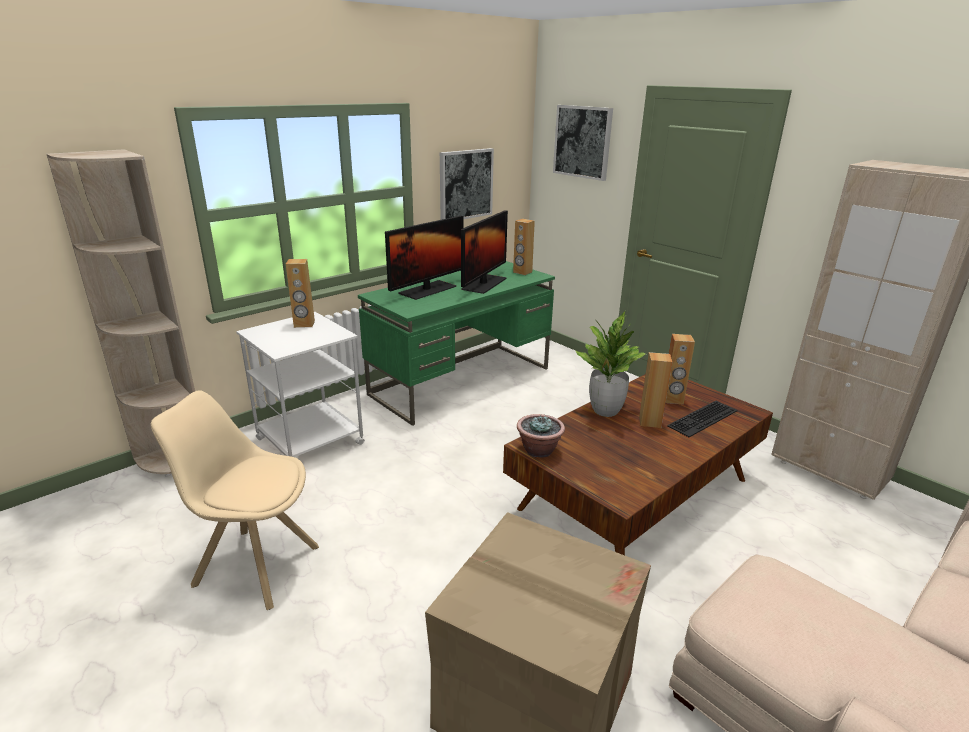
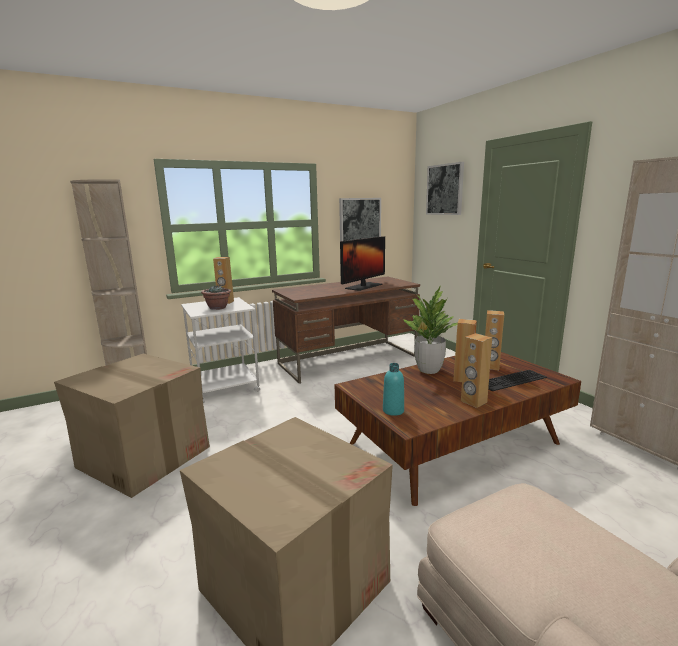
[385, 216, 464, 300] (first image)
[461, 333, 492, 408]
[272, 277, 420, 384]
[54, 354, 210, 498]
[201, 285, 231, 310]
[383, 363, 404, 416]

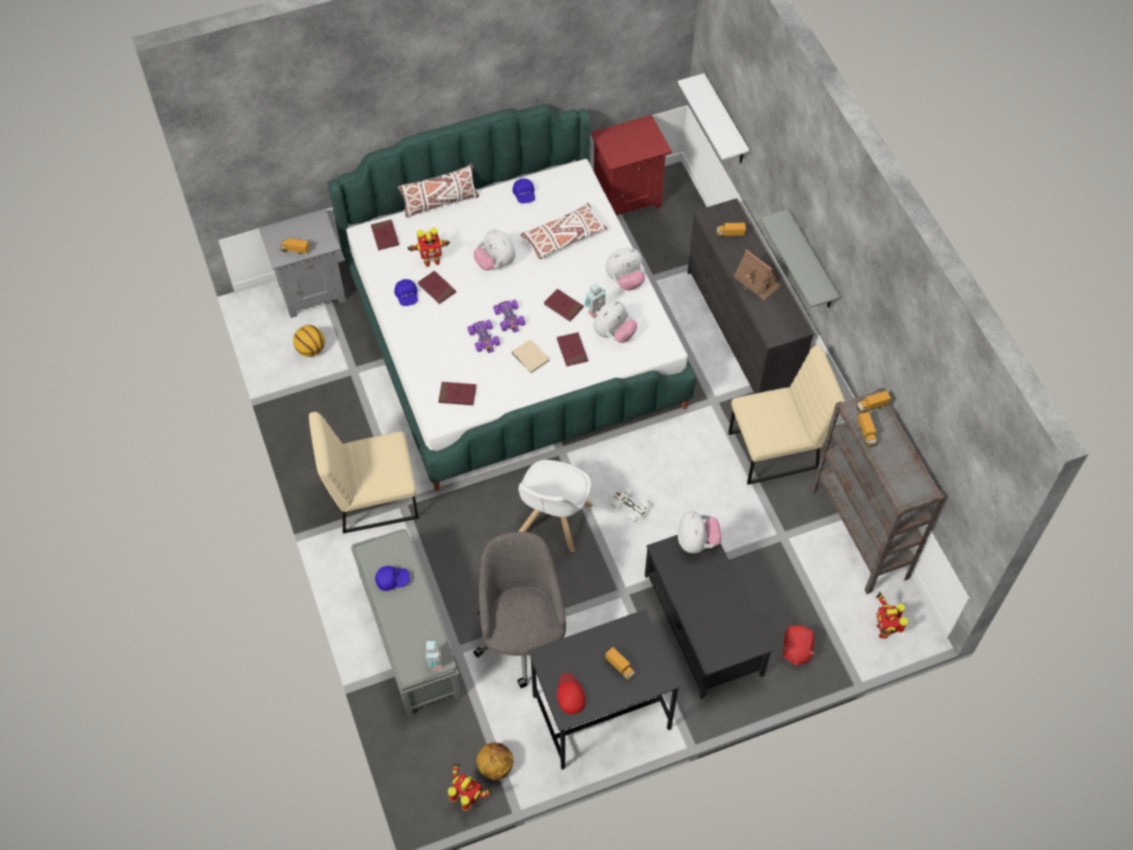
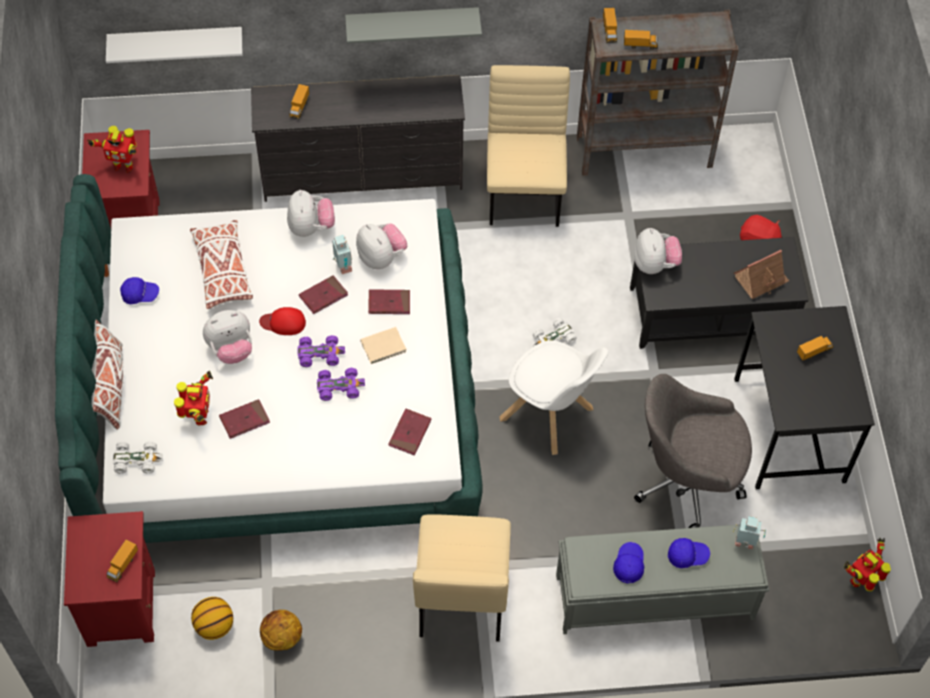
[64, 511, 155, 647]
[113, 441, 163, 474]
[734, 250, 789, 299]
[668, 538, 710, 568]
[634, 228, 682, 274]
[87, 126, 137, 173]
[259, 307, 306, 335]
[260, 610, 302, 651]

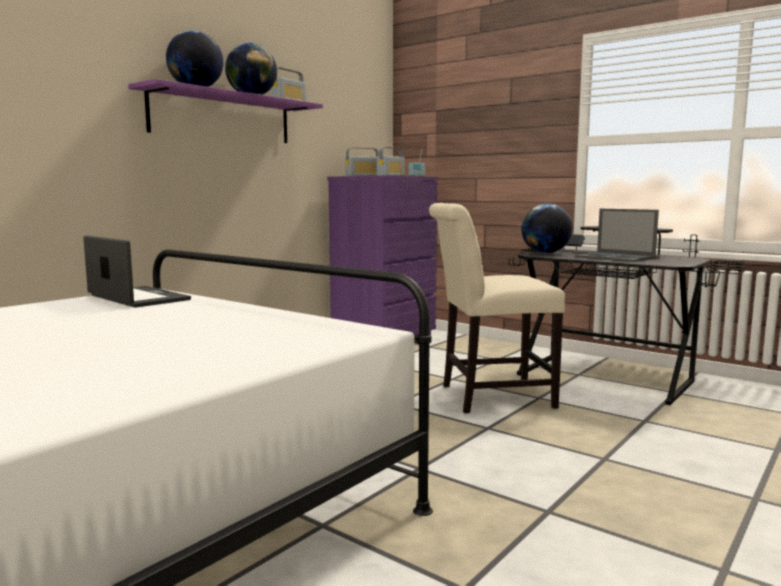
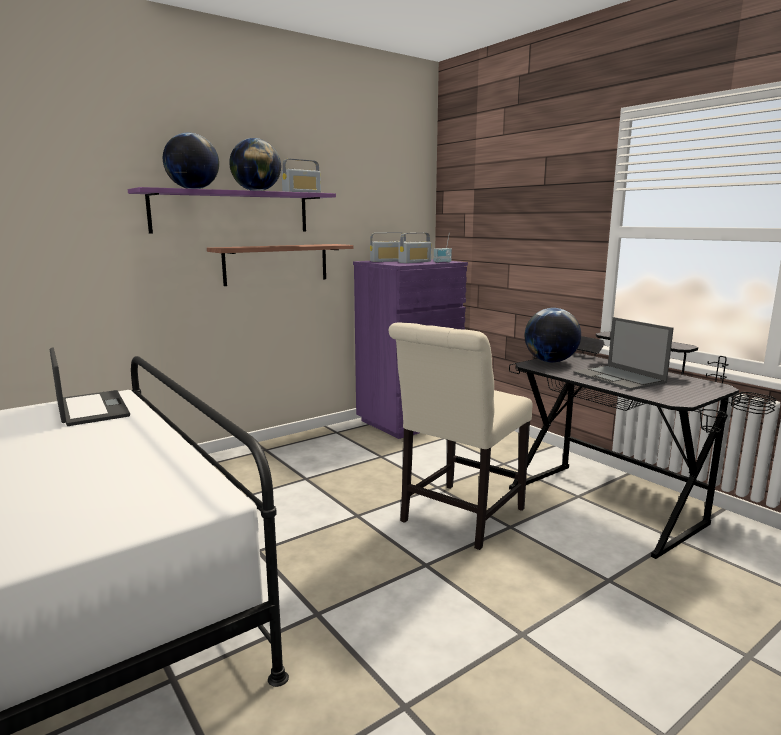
[389, 322, 533, 550]
[207, 244, 353, 286]

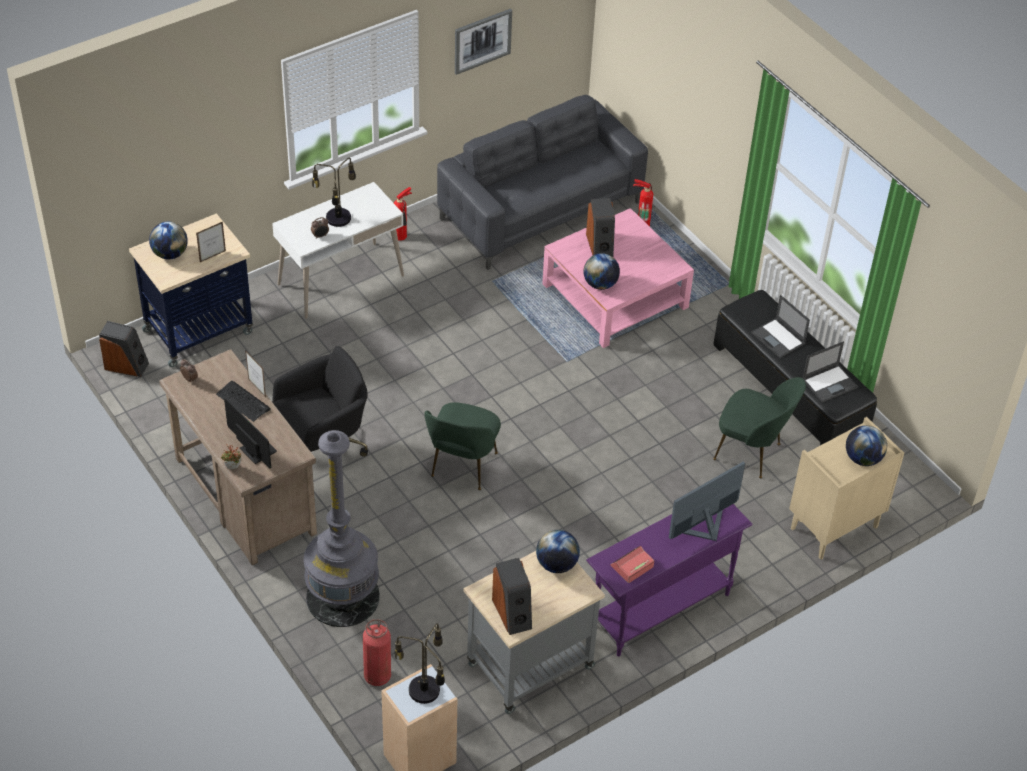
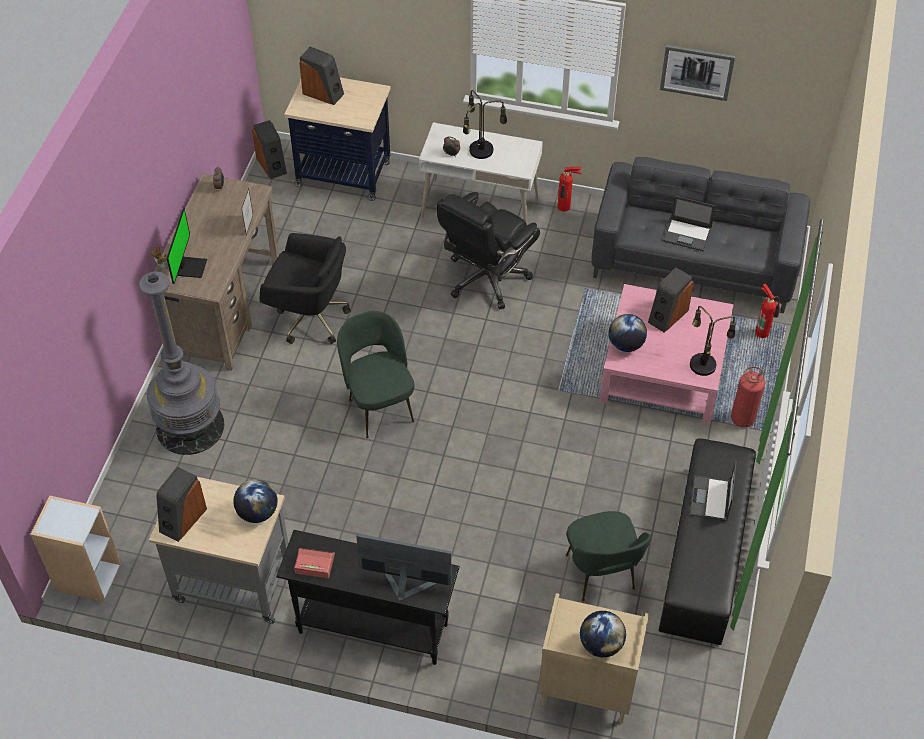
[299, 47, 344, 105]
[196, 222, 226, 262] (first image)
[663, 196, 716, 252]
[216, 380, 271, 422] (first image)
[337, 311, 414, 438]
[276, 530, 460, 665]
[731, 366, 765, 427]
[690, 306, 736, 376]
[437, 192, 540, 310]

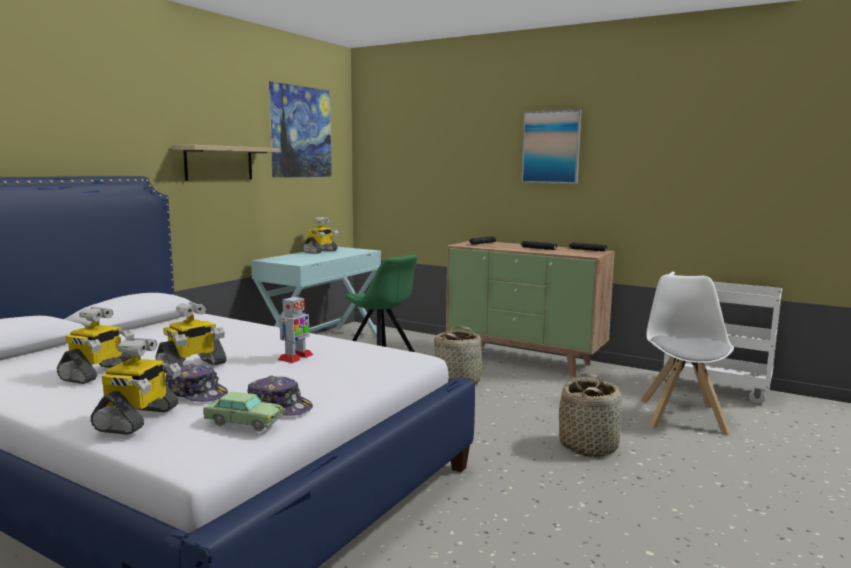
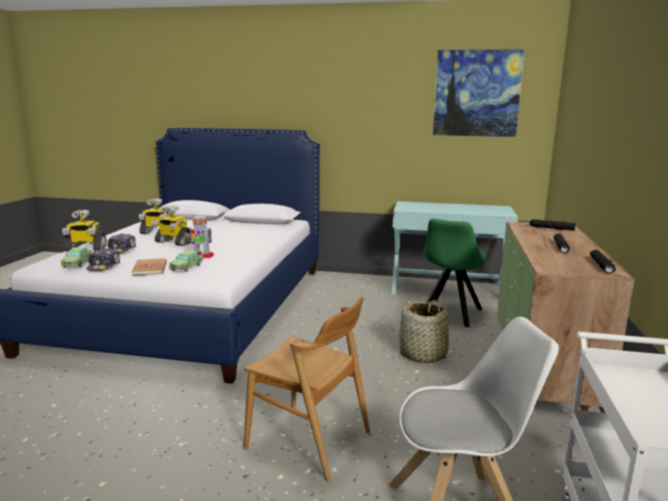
[521, 110, 581, 184] (first image)
[172, 145, 280, 181] (first image)
[303, 217, 339, 254] (first image)
[244, 297, 370, 482]
[169, 251, 203, 272]
[132, 258, 167, 276]

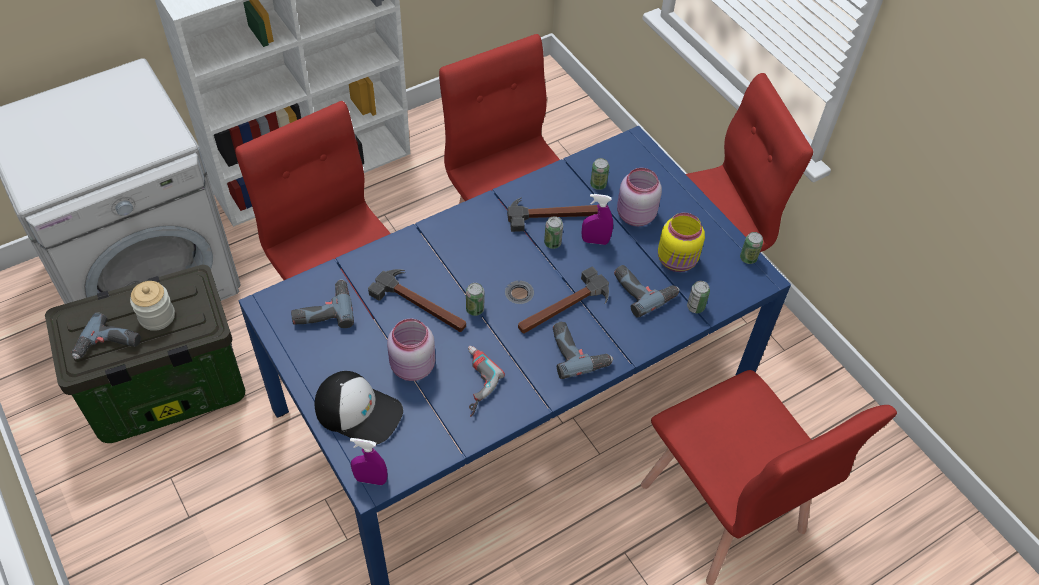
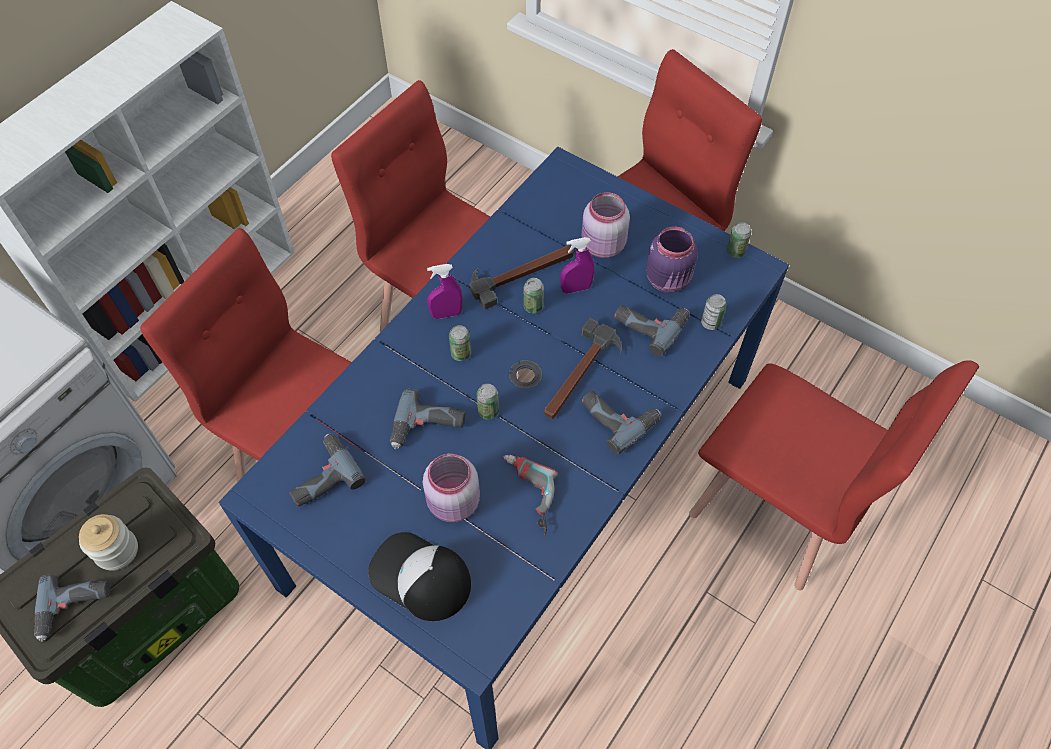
[449, 325, 471, 361]
[646, 227, 698, 293]
[390, 389, 466, 449]
[368, 532, 471, 621]
[427, 264, 463, 319]

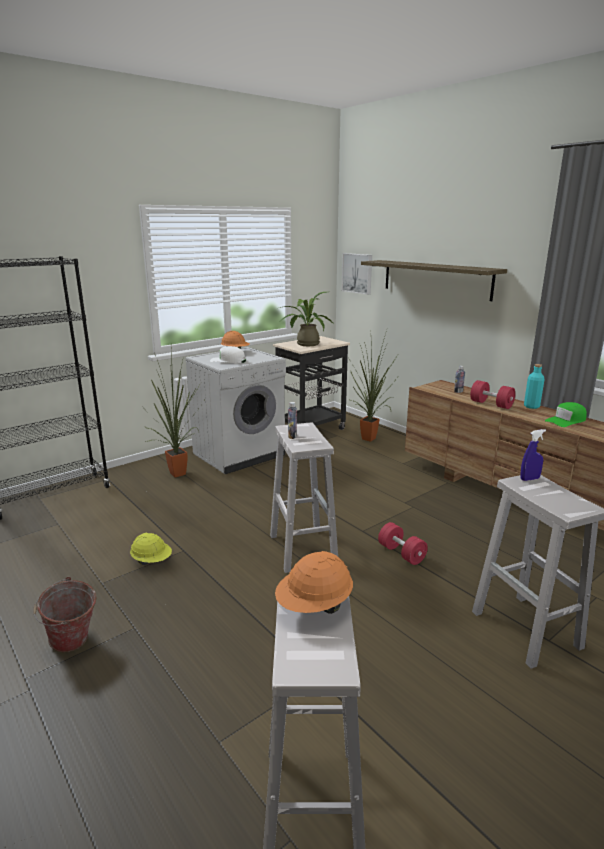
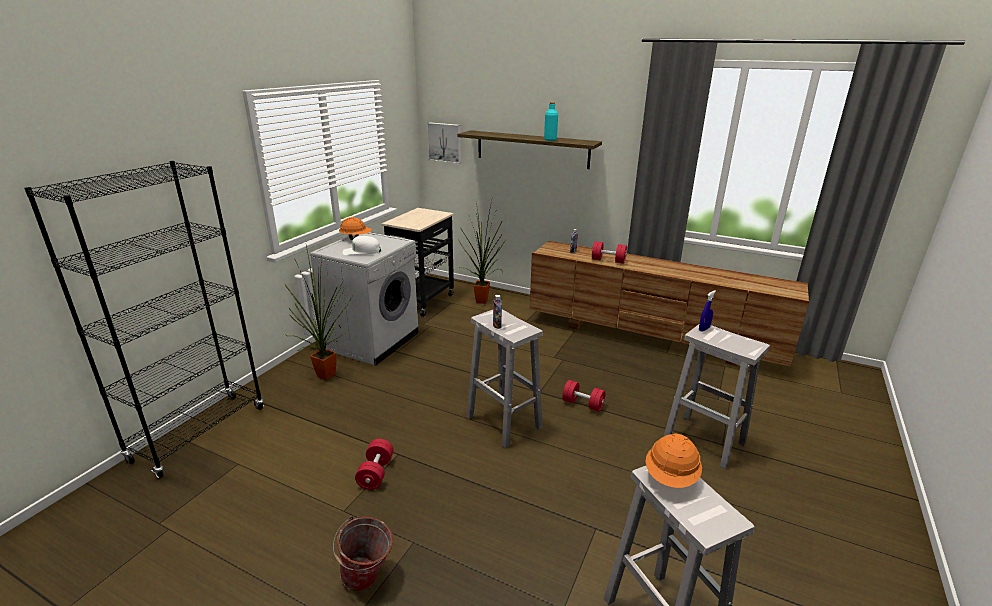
[279, 292, 333, 346] (first image)
[544, 102, 558, 141]
[545, 402, 587, 427] (first image)
[355, 439, 394, 490]

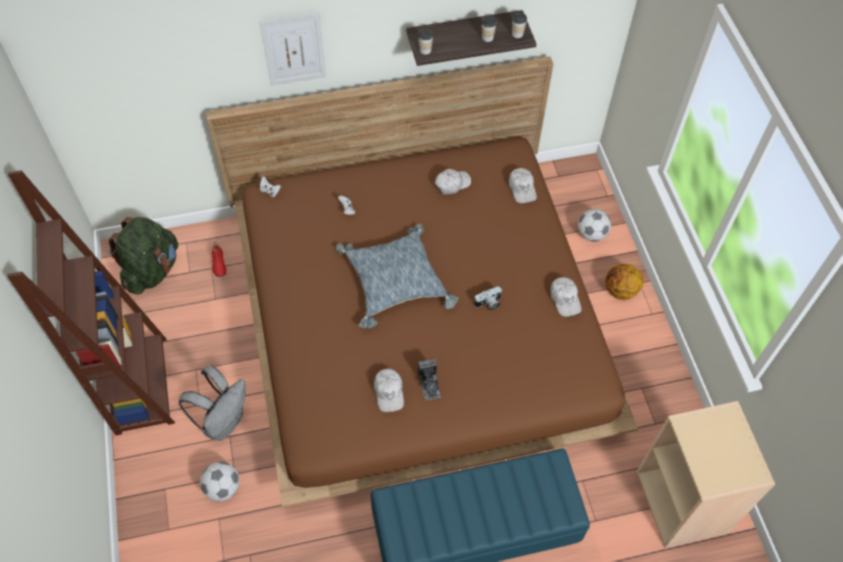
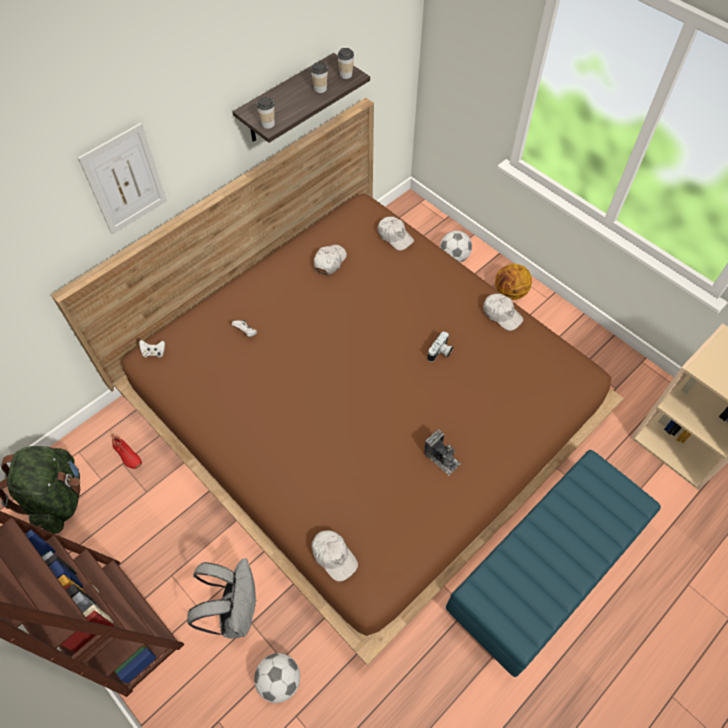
[336, 224, 458, 328] (first image)
[311, 530, 358, 582]

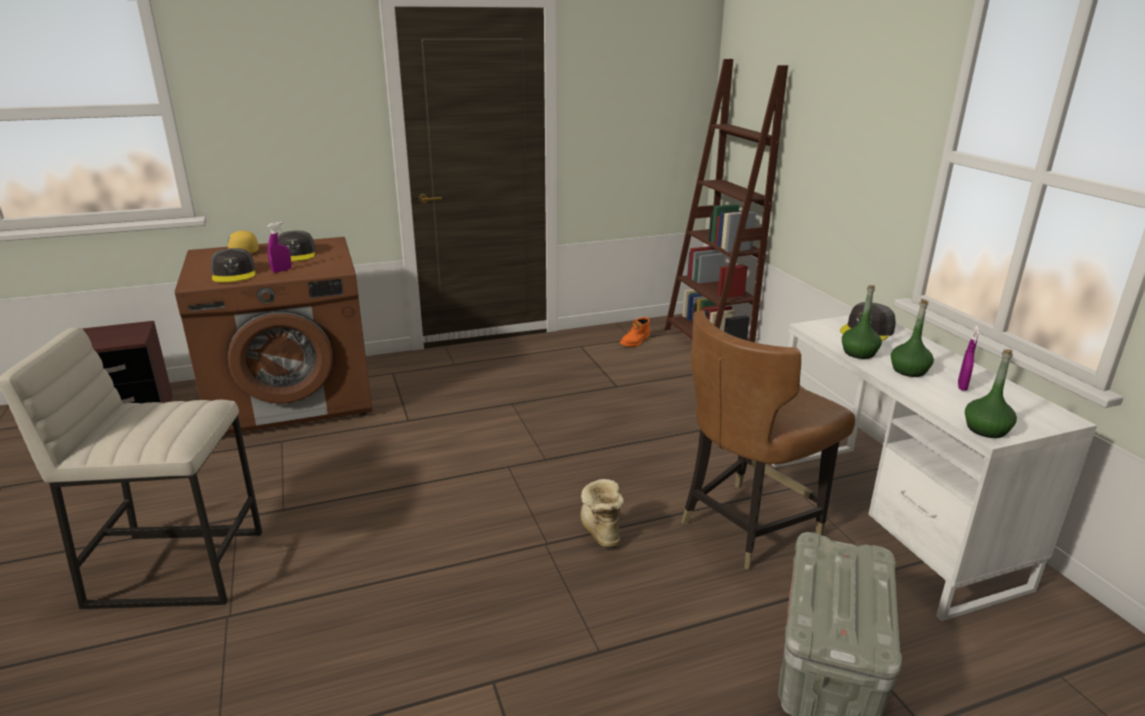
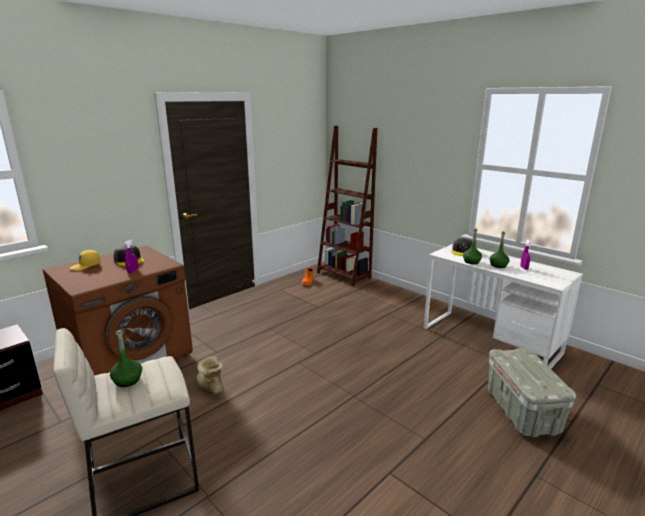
[211, 248, 256, 282] (first image)
[681, 310, 855, 570] (first image)
[110, 330, 142, 387]
[197, 356, 224, 394]

